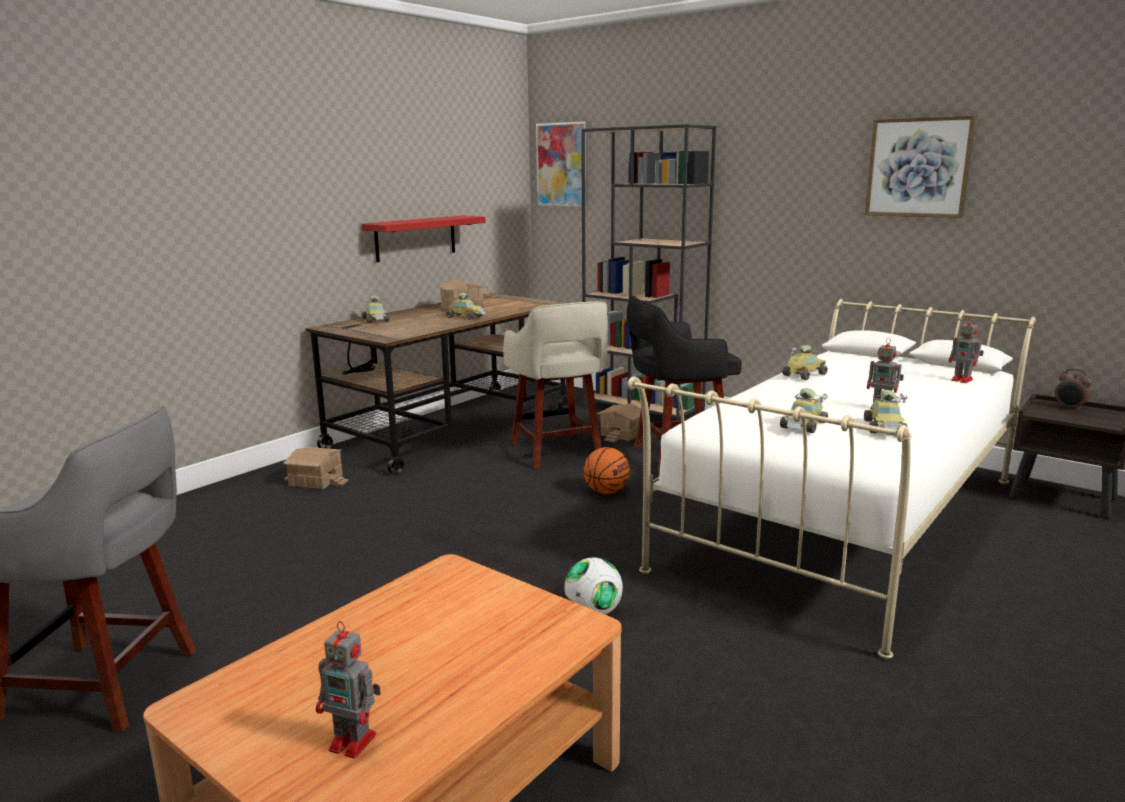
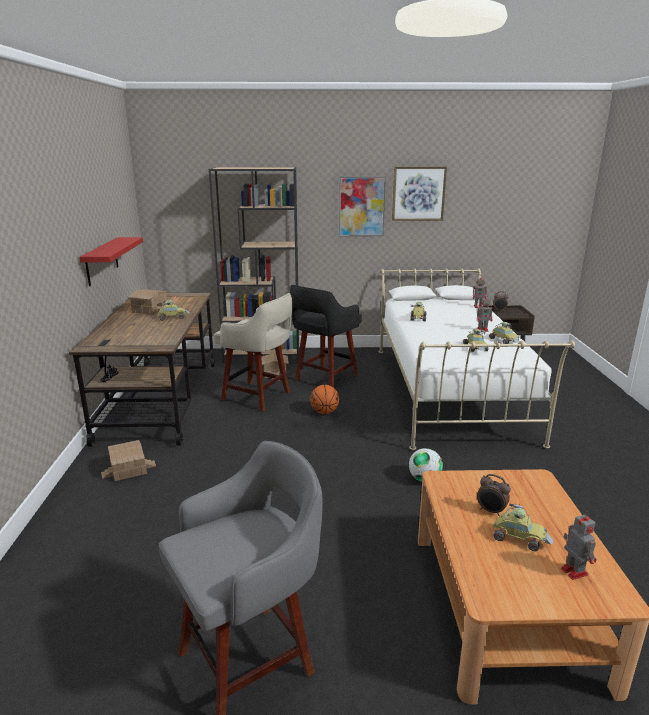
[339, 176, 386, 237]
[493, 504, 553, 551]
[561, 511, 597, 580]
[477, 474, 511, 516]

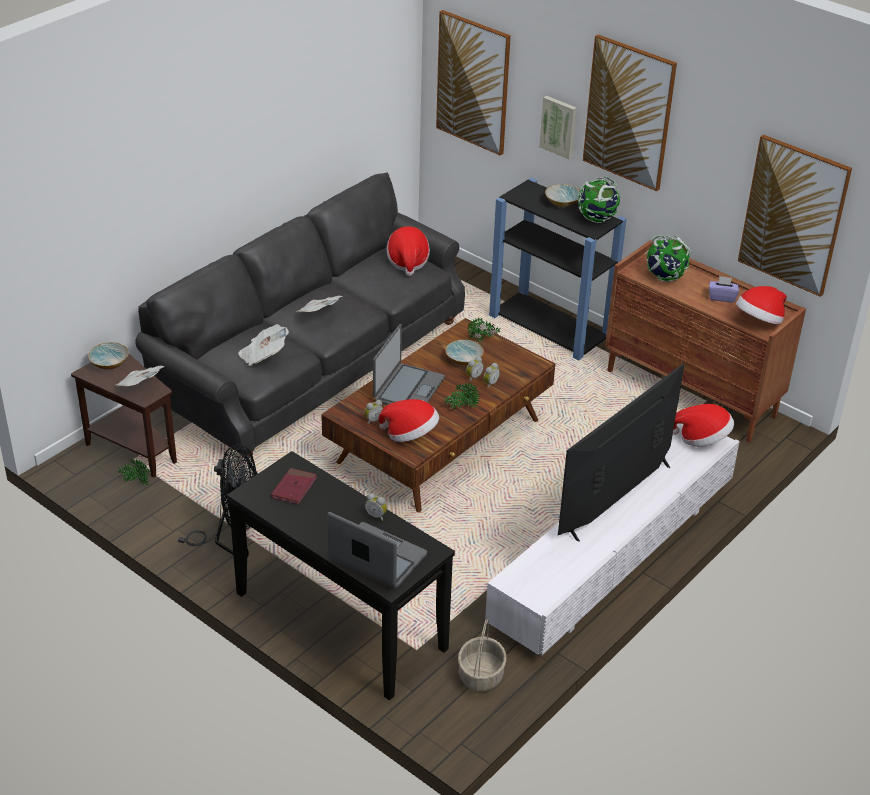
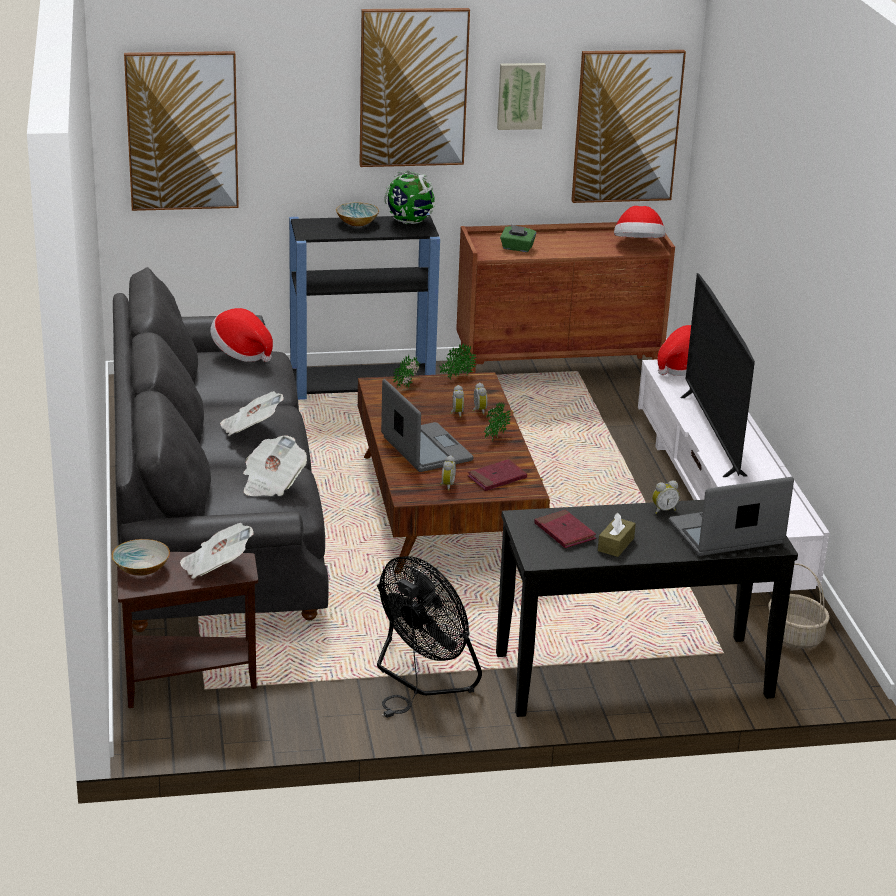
[497, 63, 546, 130]
[500, 225, 536, 252]
[709, 276, 739, 302] (first image)
[445, 339, 484, 366] (first image)
[468, 459, 527, 491]
[439, 344, 476, 380]
[598, 513, 636, 557]

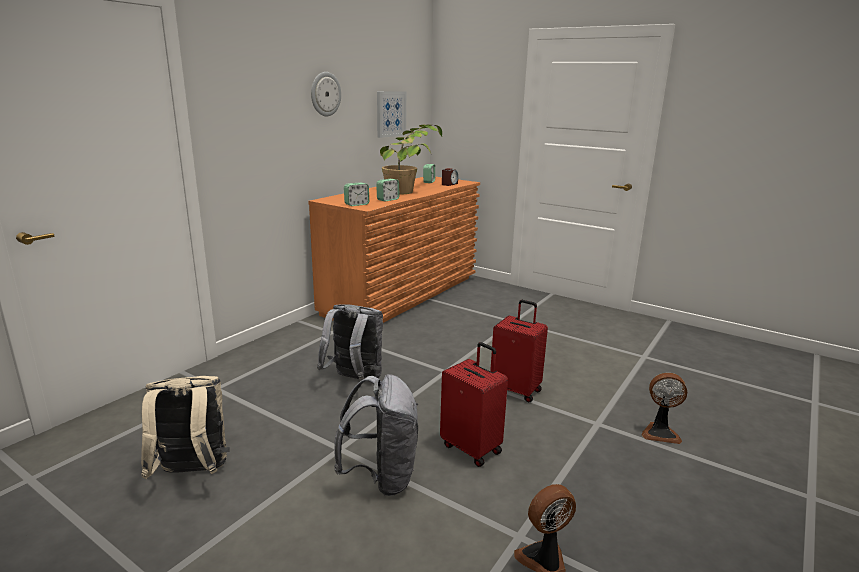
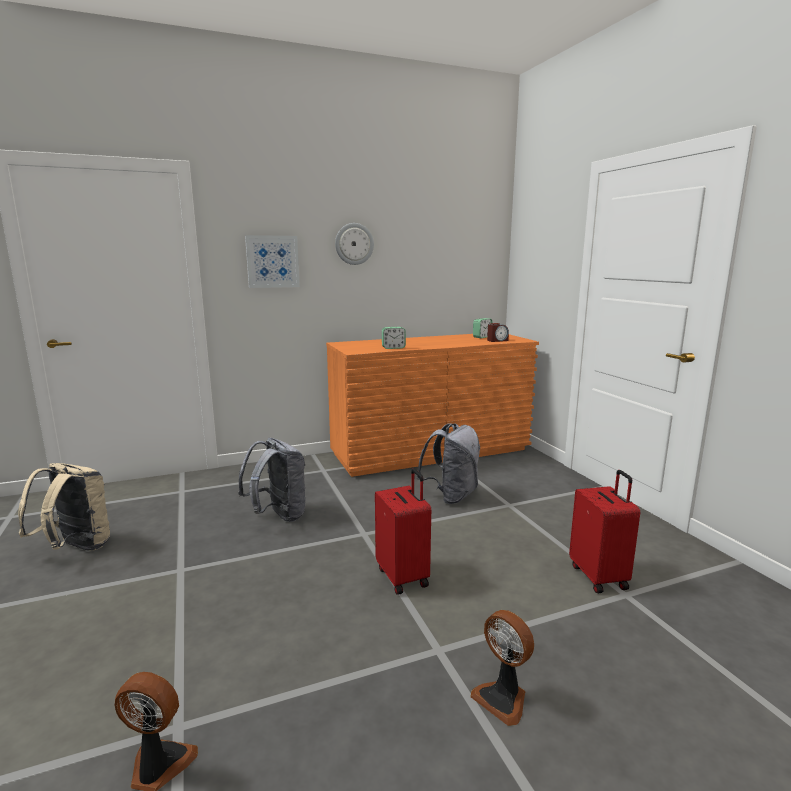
[245, 235, 300, 288]
[380, 125, 442, 195] (first image)
[344, 183, 369, 206] (first image)
[569, 470, 640, 593]
[416, 424, 480, 504]

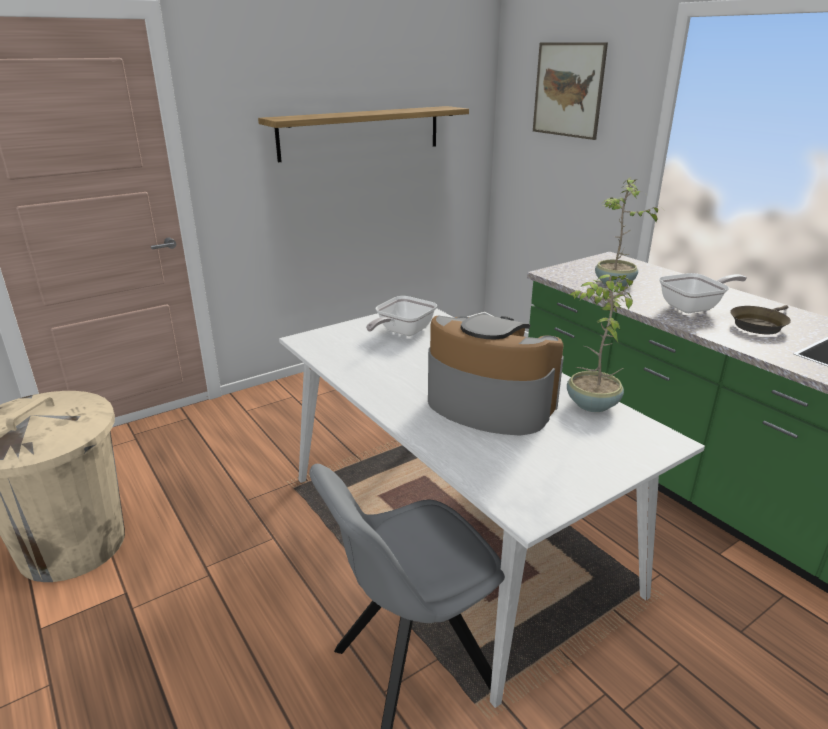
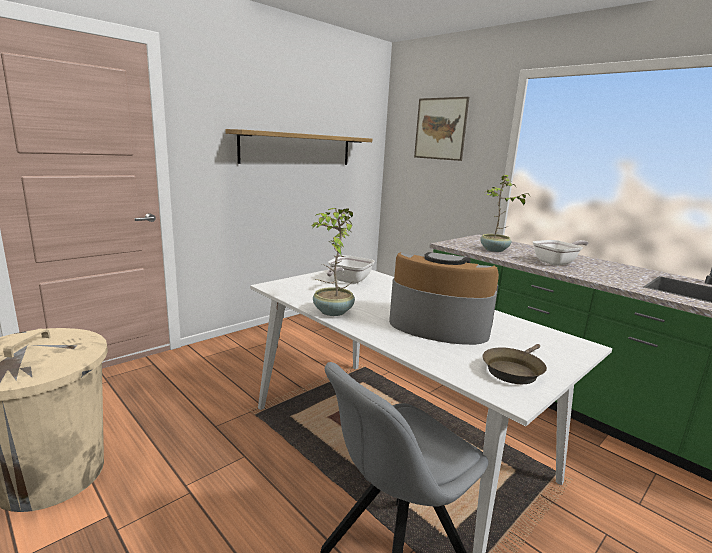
[311, 208, 355, 316]
[482, 344, 547, 384]

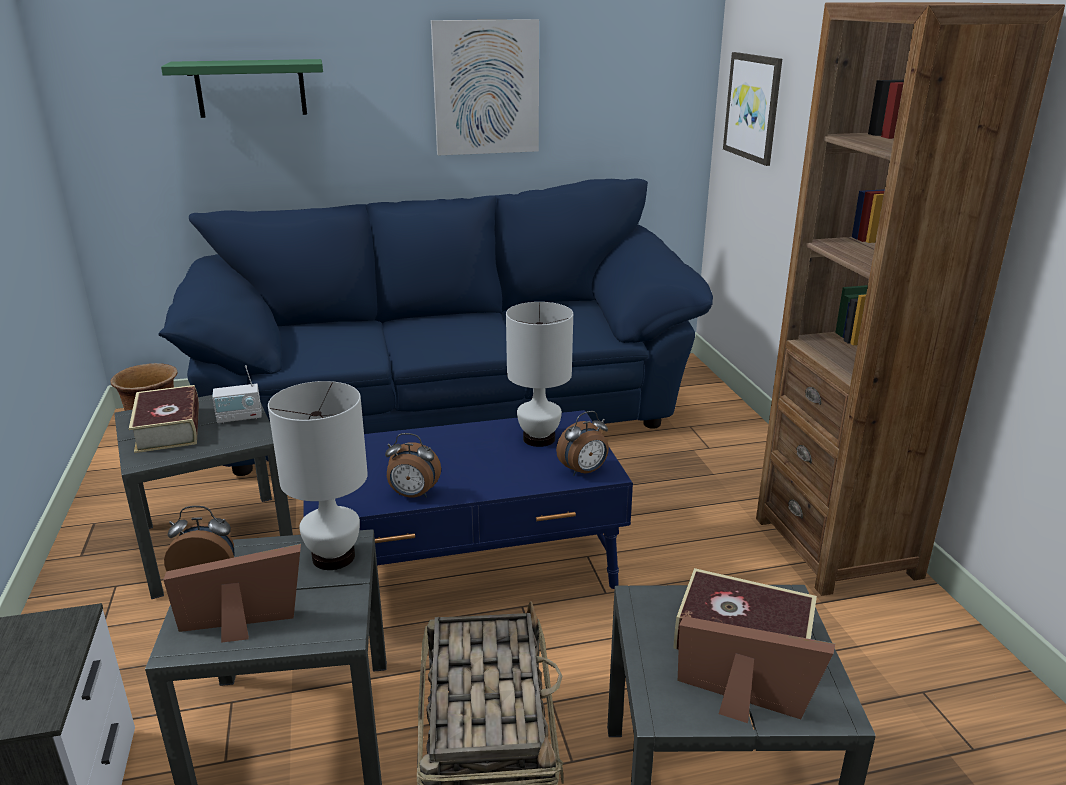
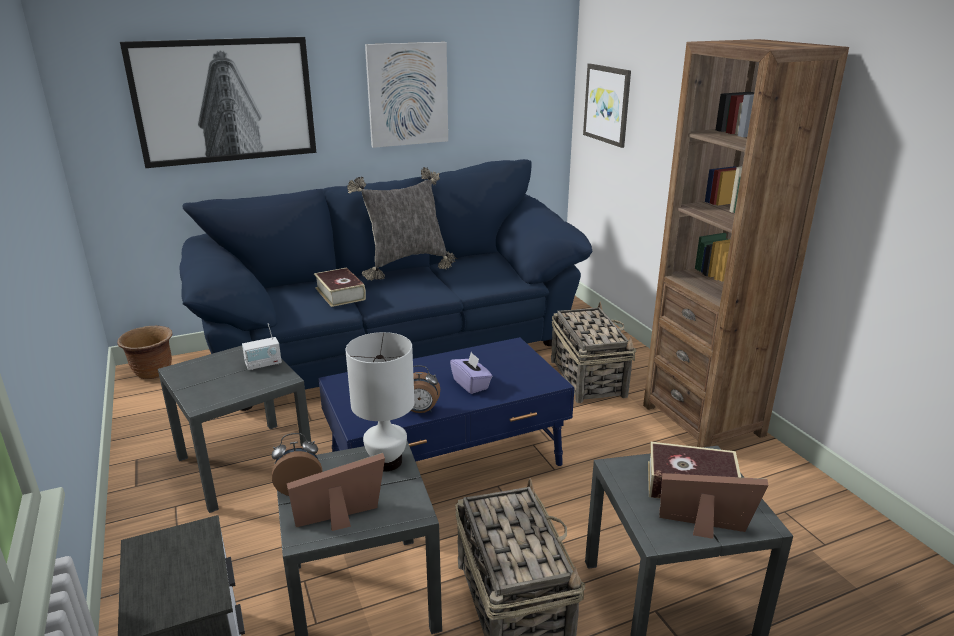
[120, 37, 316, 168]
[506, 302, 573, 447] (first image)
[314, 267, 366, 307]
[556, 411, 609, 476] (first image)
[347, 167, 457, 281]
[551, 302, 636, 403]
[450, 352, 493, 394]

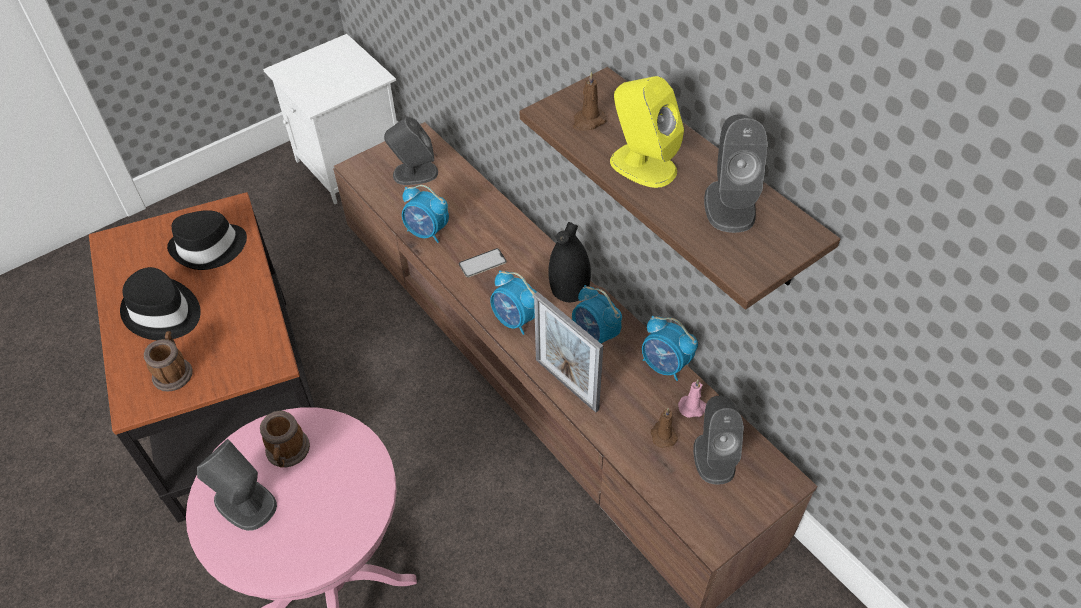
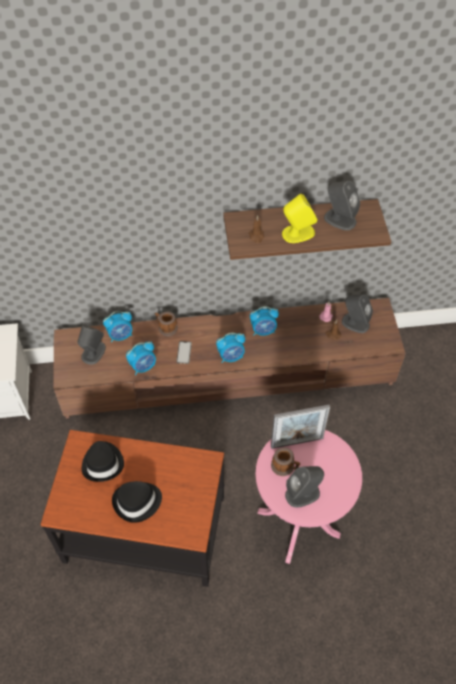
[548, 222, 591, 303] (first image)
[271, 405, 330, 449]
[103, 311, 132, 342]
[155, 312, 178, 336]

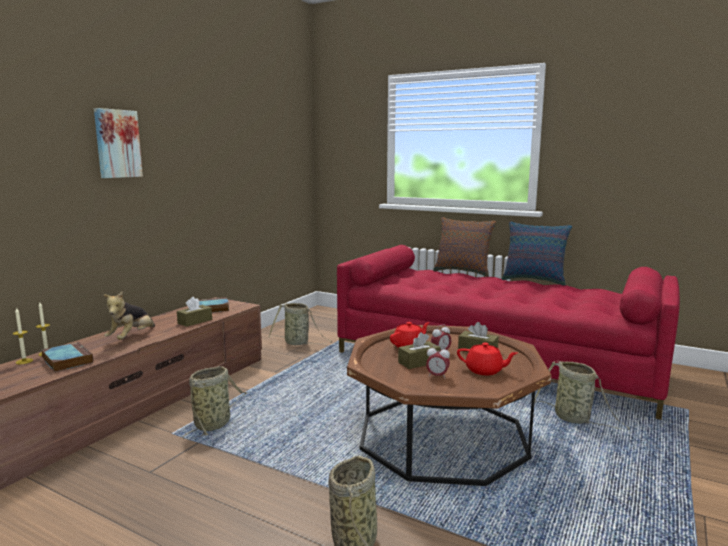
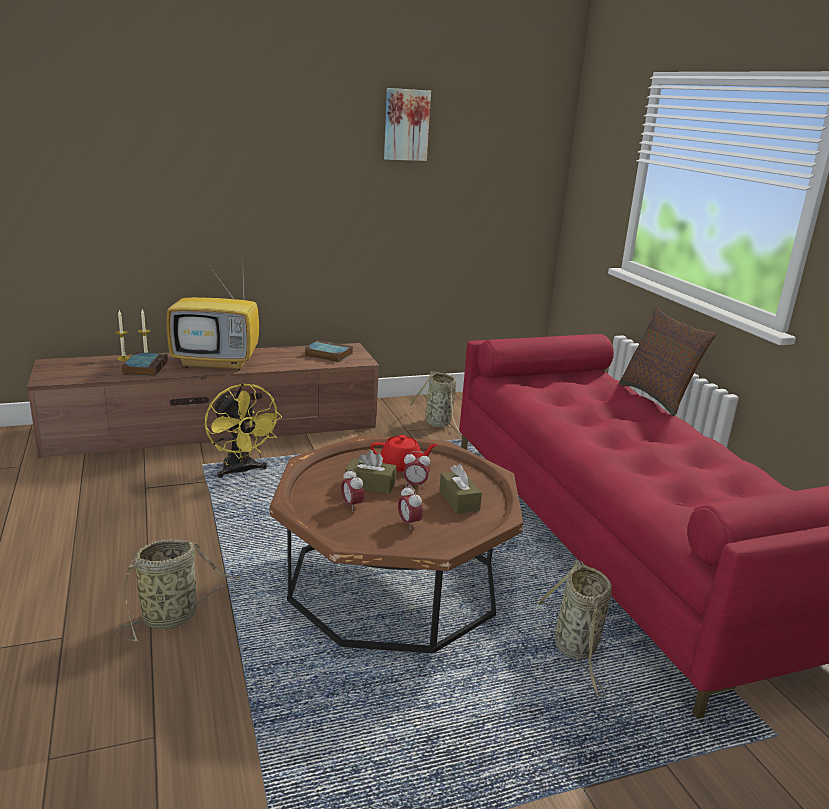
[384, 88, 431, 161]
[502, 221, 572, 286] (first image)
[166, 254, 259, 371]
[177, 297, 212, 327] (first image)
[398, 485, 423, 530]
[205, 383, 282, 478]

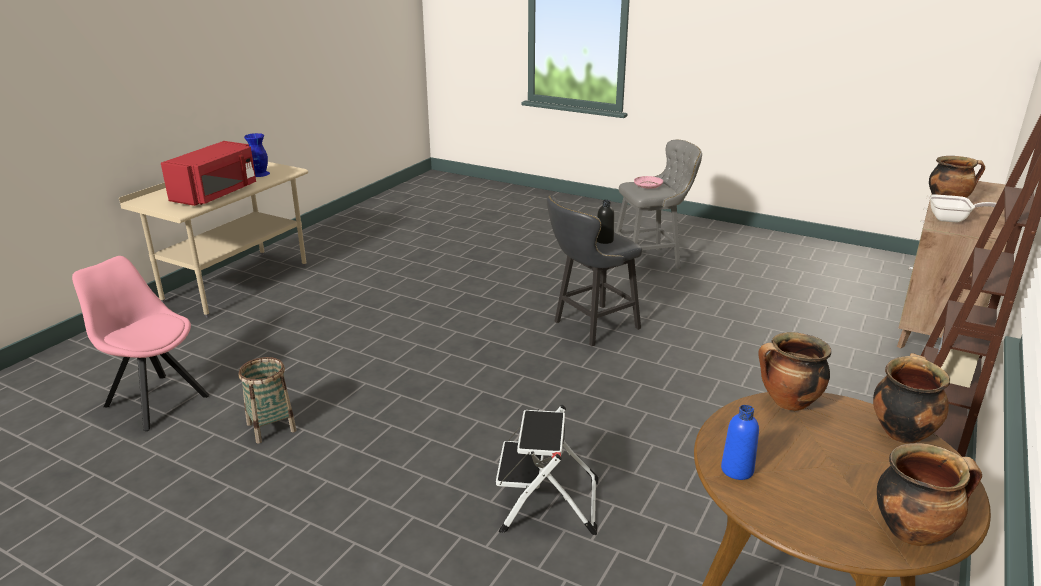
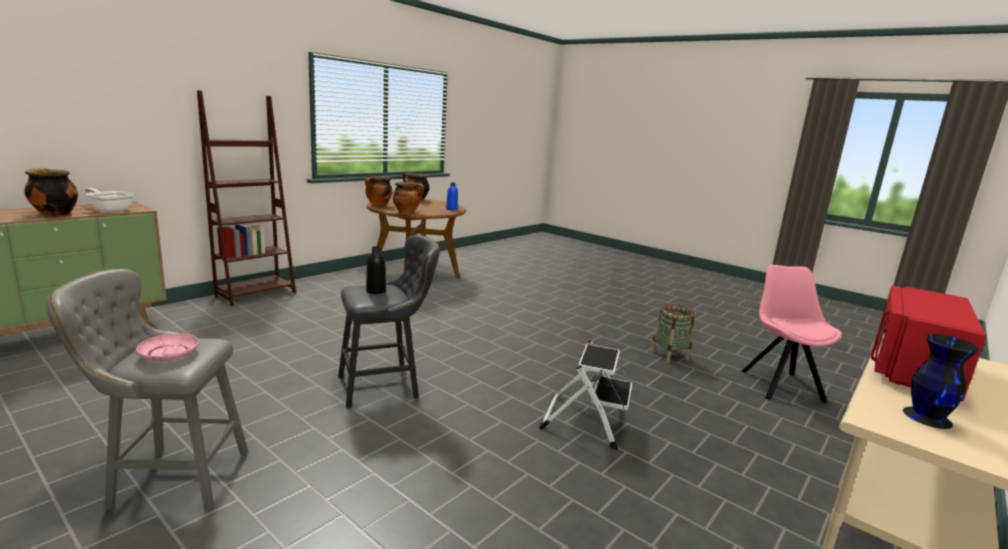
[903, 334, 979, 429]
[742, 265, 842, 403]
[539, 340, 632, 450]

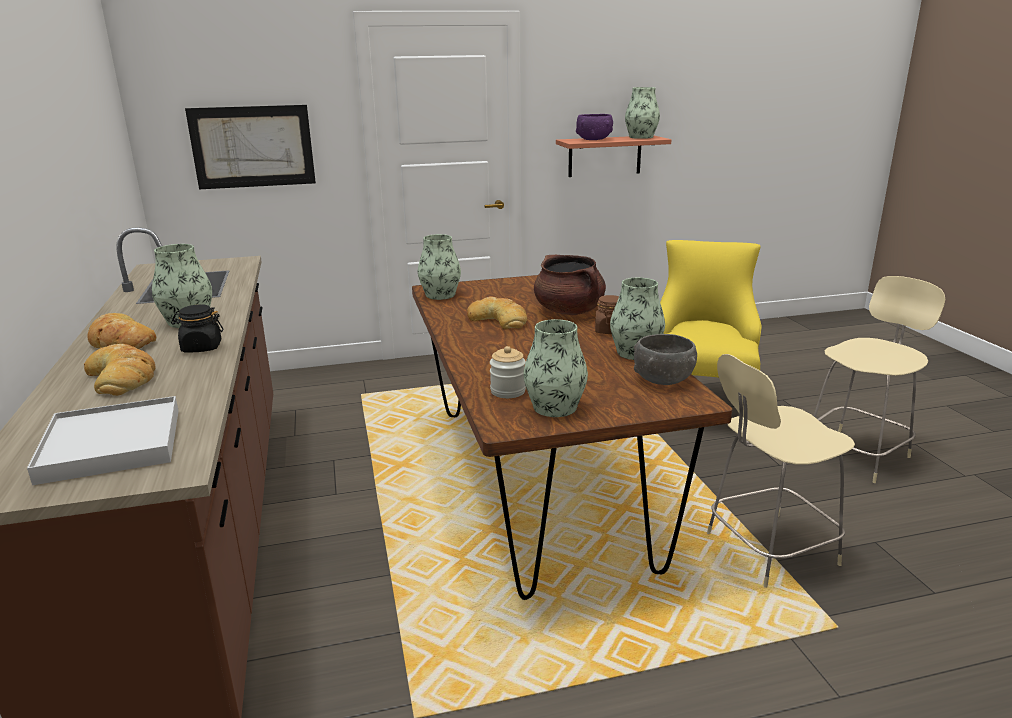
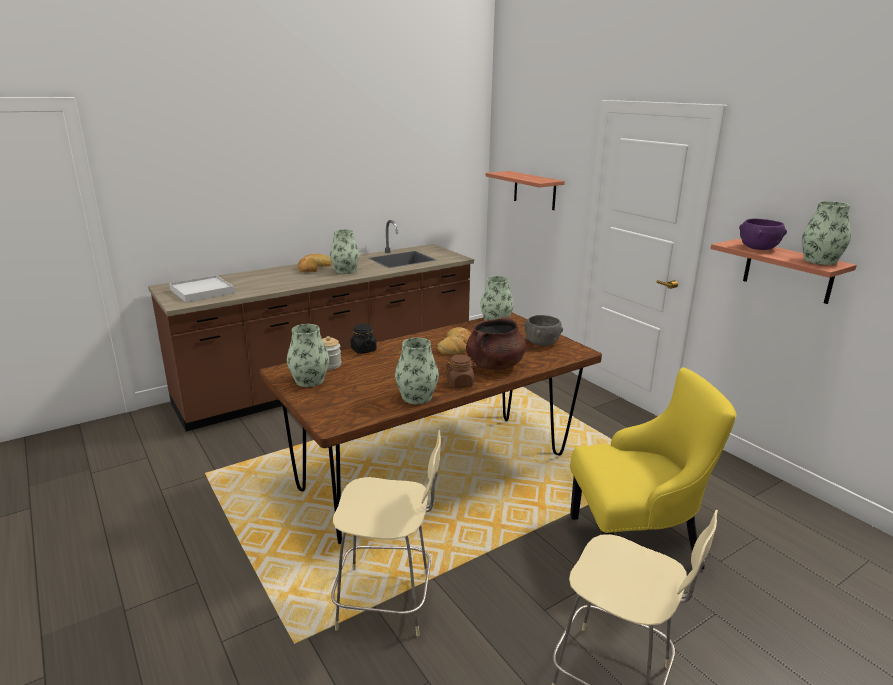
[485, 171, 565, 210]
[351, 324, 377, 354]
[524, 315, 563, 346]
[84, 344, 155, 396] (first image)
[331, 430, 441, 636]

